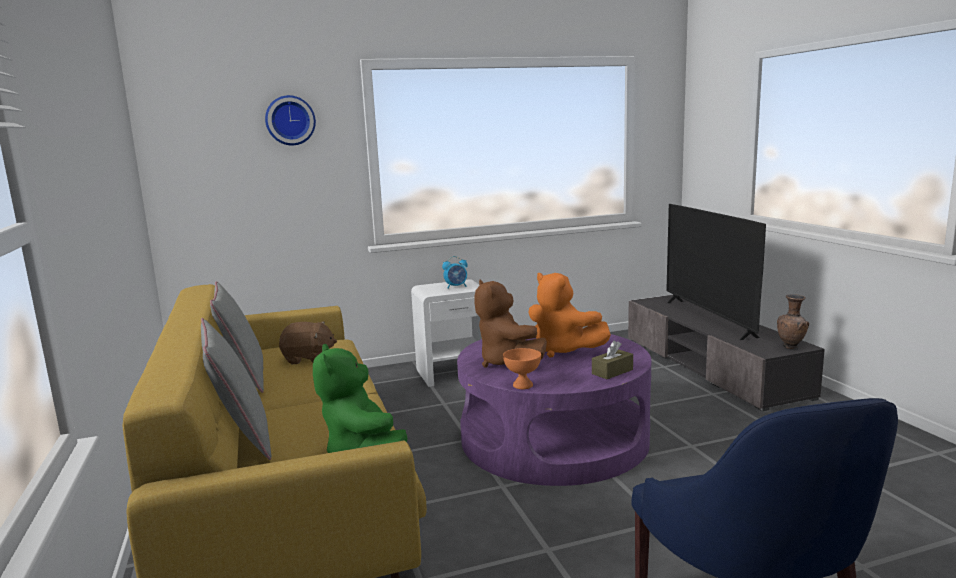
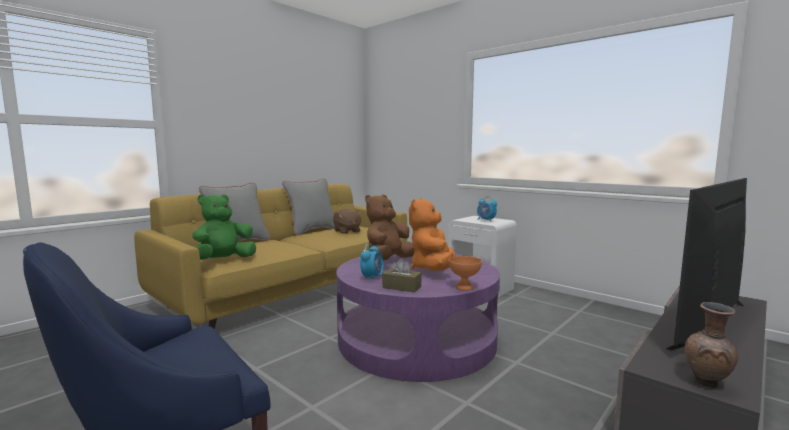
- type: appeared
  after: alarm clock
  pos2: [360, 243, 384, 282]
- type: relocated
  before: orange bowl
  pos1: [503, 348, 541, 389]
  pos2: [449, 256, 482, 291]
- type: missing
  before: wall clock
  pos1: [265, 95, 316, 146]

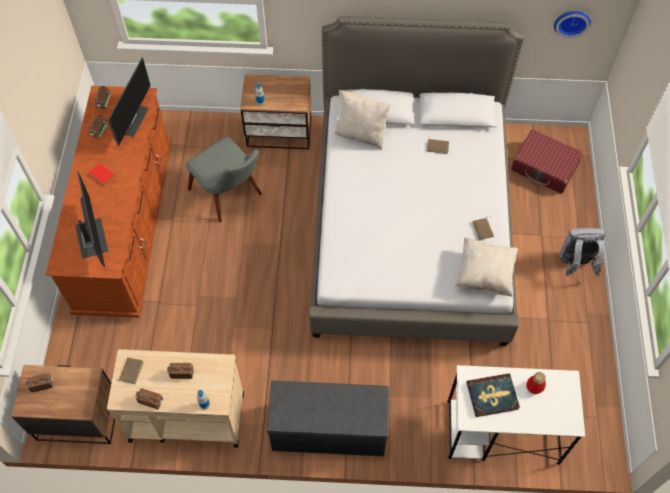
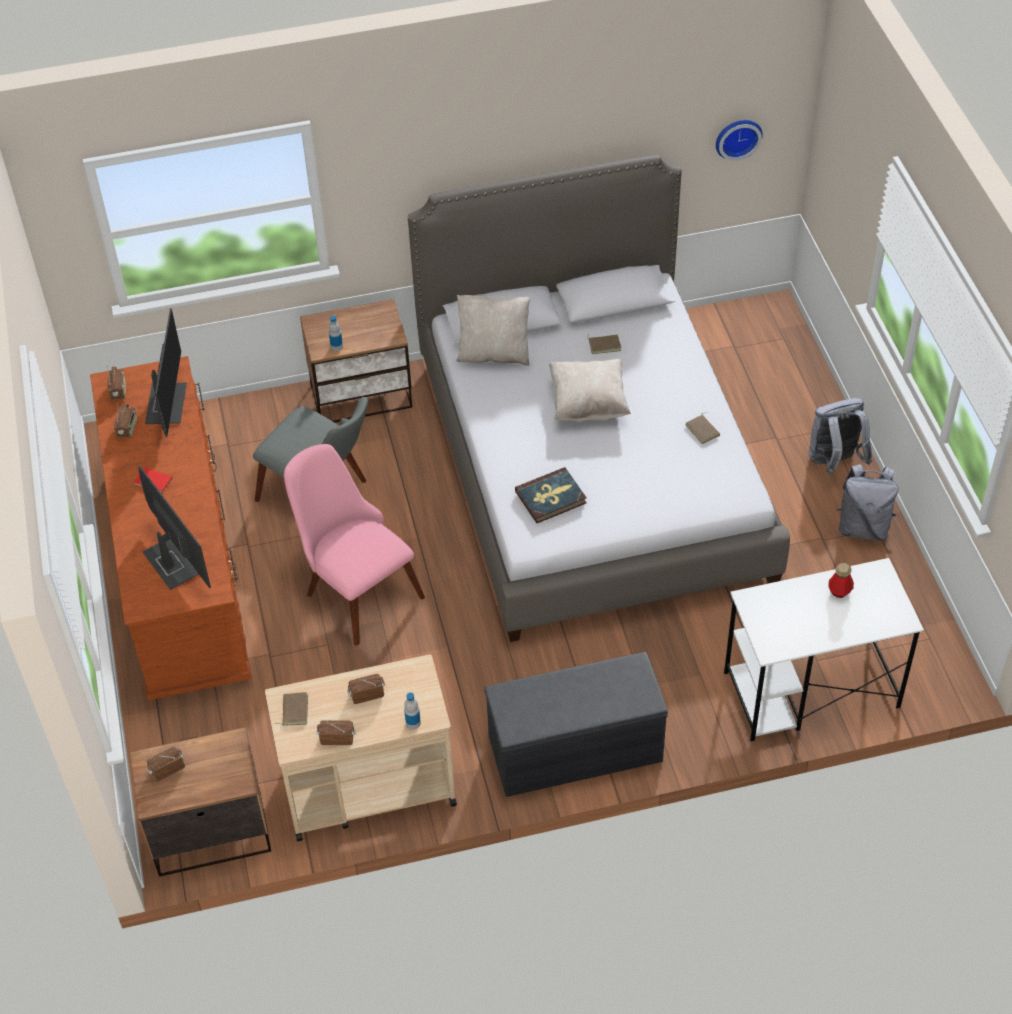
- type: appeared
  after: pink chair
  pos2: [284, 444, 425, 646]
- type: relocated
  before: book
  pos1: [467, 373, 520, 417]
  pos2: [515, 467, 587, 523]
- type: relocated
  before: beige pillow
  pos1: [455, 238, 518, 297]
  pos2: [549, 359, 631, 421]
- type: appeared
  after: grey backpack
  pos2: [836, 464, 898, 540]
- type: missing
  before: red suitcase
  pos1: [511, 129, 583, 194]

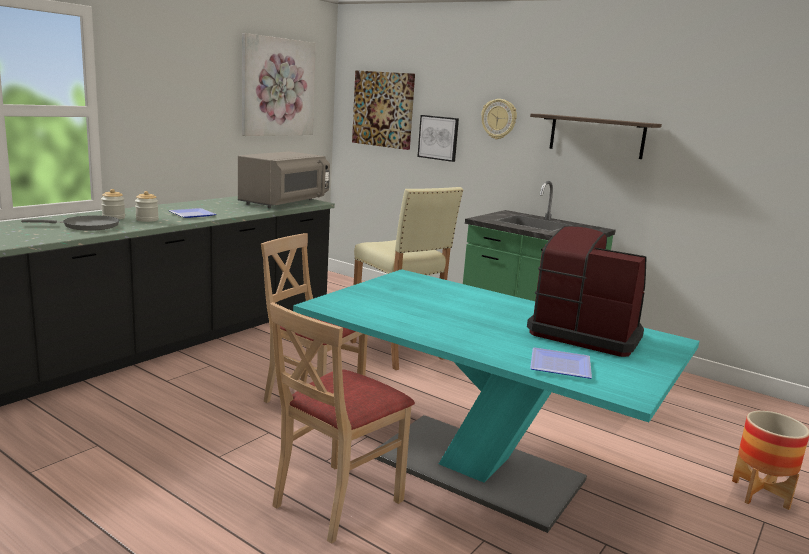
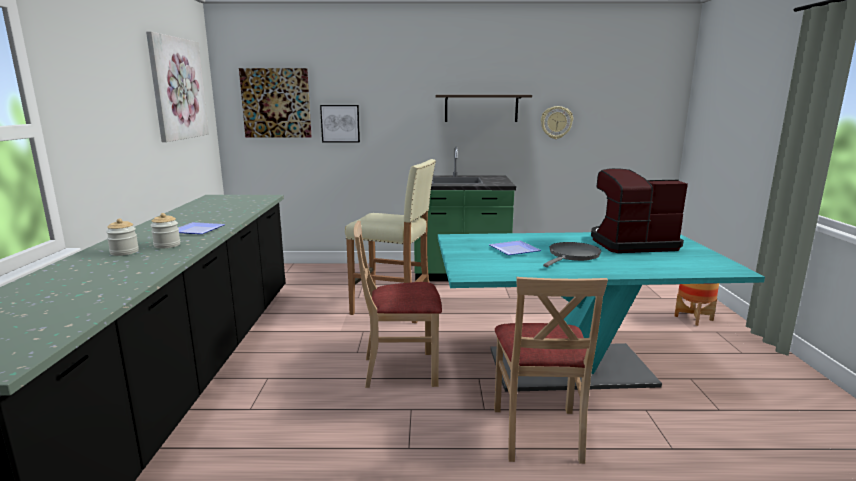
- type: relocated
  before: plate
  pos1: [530, 347, 592, 379]
  pos2: [489, 241, 541, 255]
- type: relocated
  before: wall clock
  pos1: [481, 99, 517, 139]
  pos2: [541, 106, 573, 139]
- type: relocated
  before: grey frying pan
  pos1: [21, 215, 119, 231]
  pos2: [543, 242, 602, 267]
- type: missing
  before: grey microwave
  pos1: [238, 152, 330, 208]

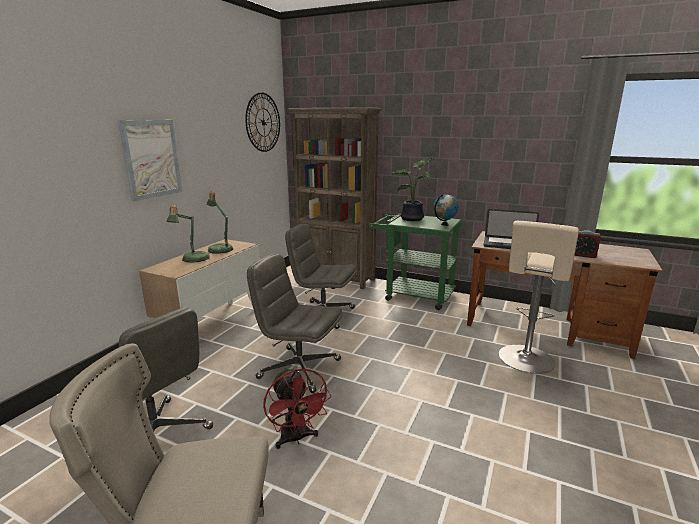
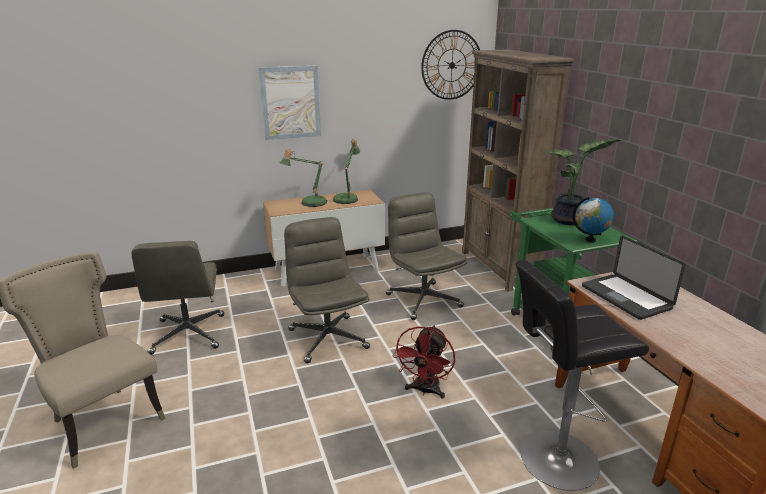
- type: relocated
  before: red fan
  pos1: [263, 367, 332, 449]
  pos2: [393, 325, 455, 399]
- type: colour
  before: beige stool
  after: black stool
  pos1: [499, 221, 579, 374]
  pos2: [515, 259, 649, 491]
- type: missing
  before: alarm clock
  pos1: [574, 230, 601, 258]

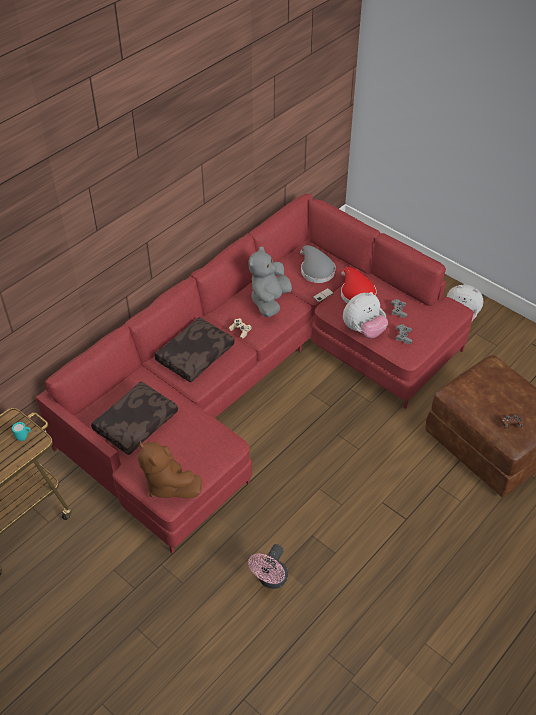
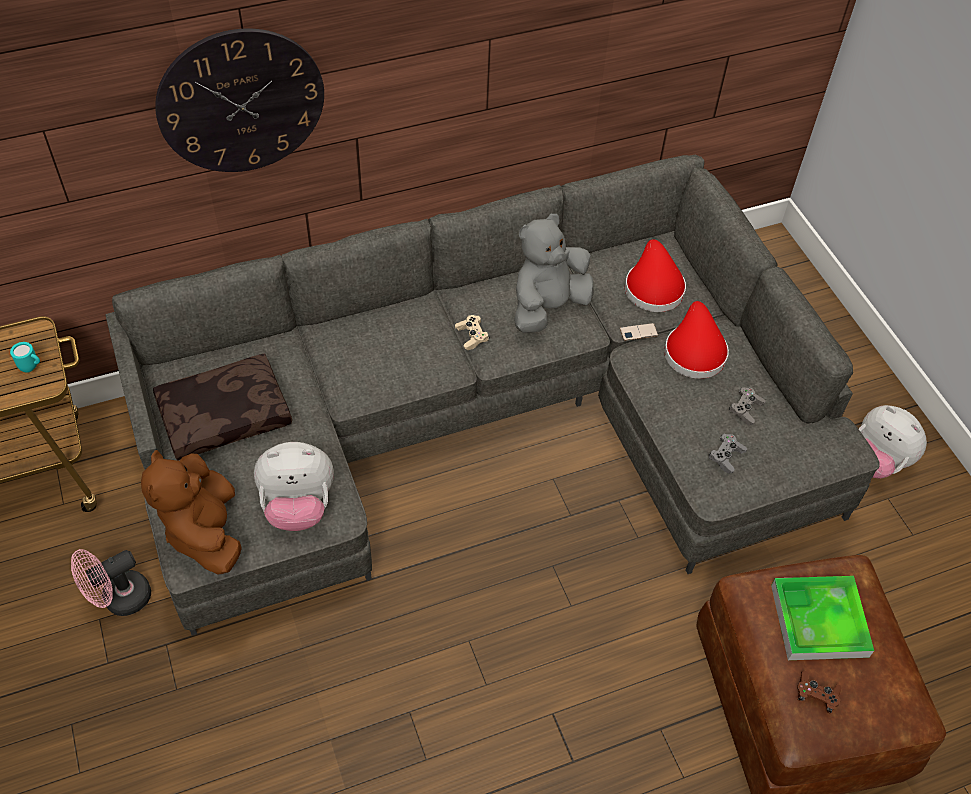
- type: relocated
  before: pink fan
  pos1: [248, 544, 288, 589]
  pos2: [71, 549, 151, 616]
- type: colour
  before: red sofa
  after: grey sofa
  pos1: [36, 194, 474, 553]
  pos2: [106, 155, 880, 636]
- type: appeared
  after: wall clock
  pos2: [155, 28, 324, 172]
- type: relocated
  before: plush toy
  pos1: [343, 292, 388, 338]
  pos2: [254, 442, 334, 531]
- type: colour
  before: grey hat
  after: red hat
  pos1: [300, 245, 336, 283]
  pos2: [625, 239, 686, 312]
- type: appeared
  after: tray
  pos2: [771, 576, 874, 660]
- type: missing
  before: brown pillow
  pos1: [155, 317, 235, 383]

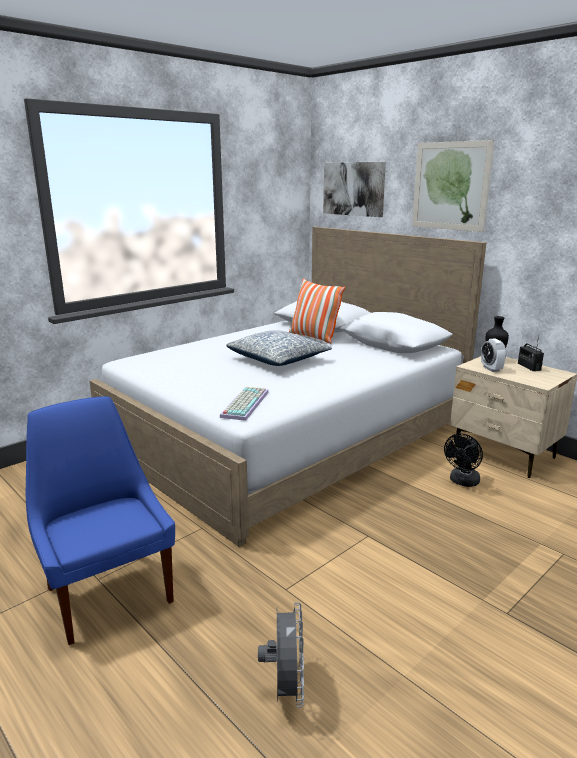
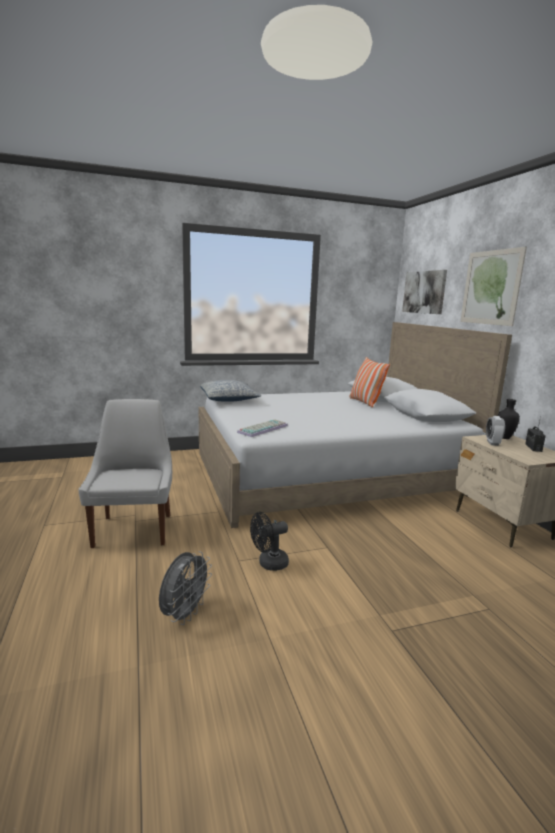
- type: colour
  before: blue chair
  after: white chair
  pos1: [26, 396, 175, 645]
  pos2: [78, 399, 172, 548]
- type: relocated
  before: pillow
  pos1: [226, 330, 332, 366]
  pos2: [200, 380, 261, 402]
- type: relocated
  before: black fan
  pos1: [444, 433, 483, 487]
  pos2: [250, 512, 289, 571]

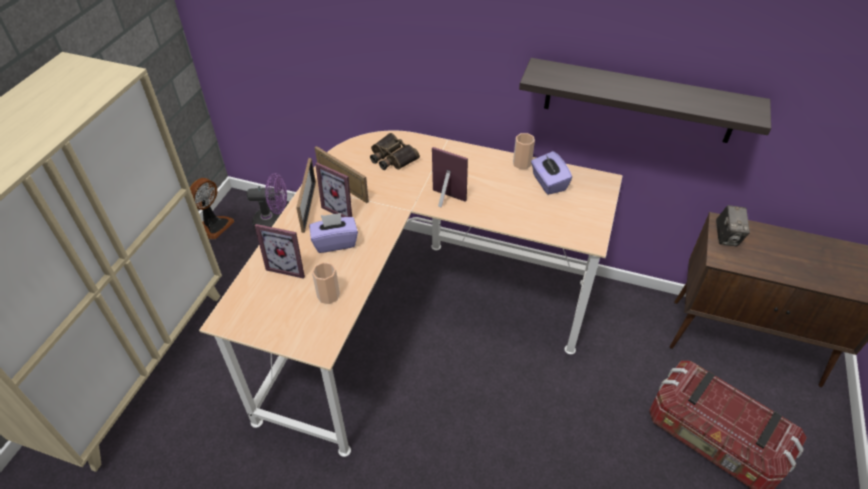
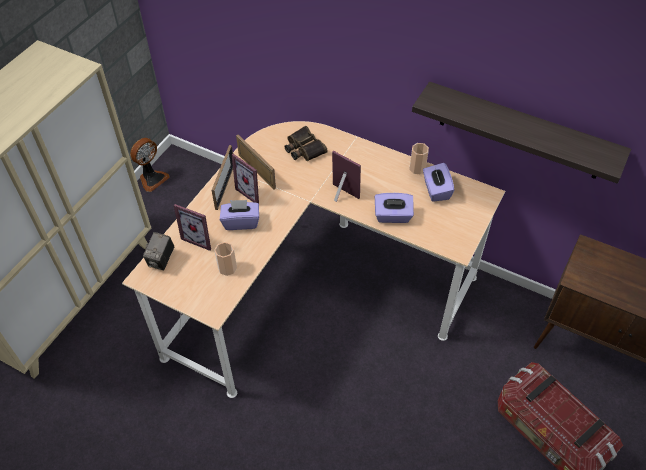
- type: relocated
  before: photo camera
  pos1: [716, 205, 750, 246]
  pos2: [143, 232, 174, 270]
- type: appeared
  after: purple tissue box
  pos2: [375, 193, 414, 223]
- type: missing
  before: purple fan
  pos1: [247, 173, 287, 229]

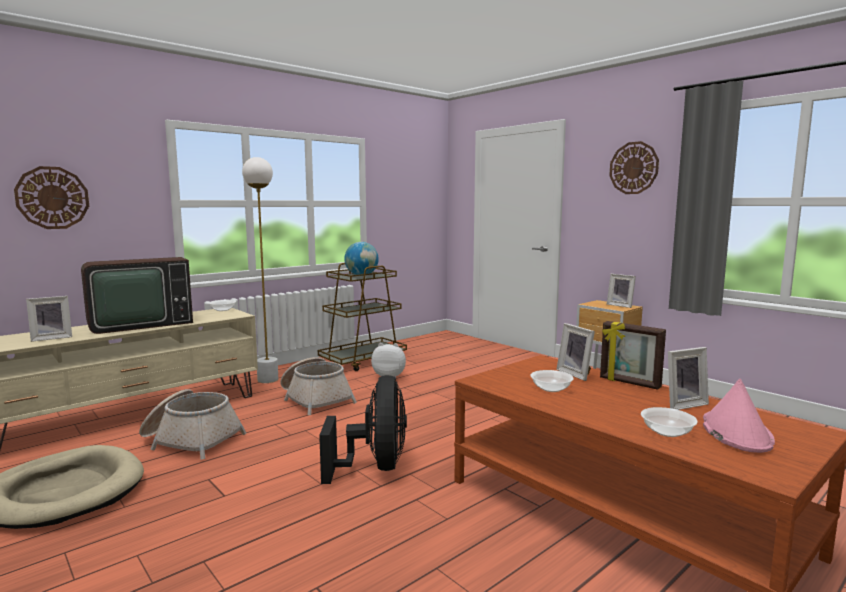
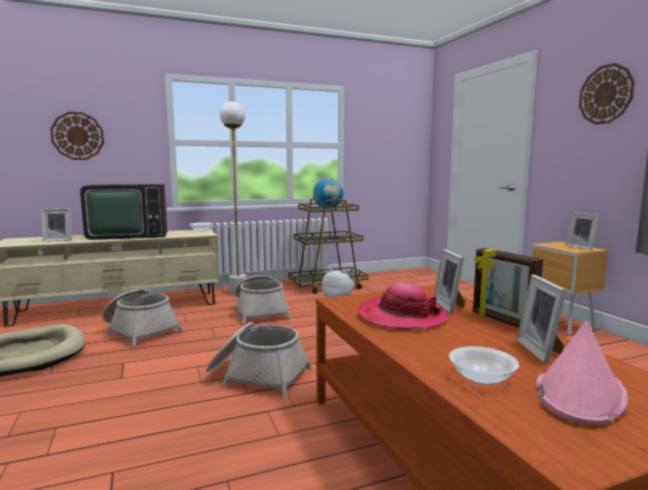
- type: exchanged
  before: black fan
  after: basket
  pos1: [319, 375, 407, 484]
  pos2: [207, 322, 312, 398]
- type: exchanged
  before: bowl
  after: hat
  pos1: [530, 370, 574, 392]
  pos2: [358, 282, 449, 329]
- type: spun
  before: picture frame
  pos1: [668, 347, 709, 410]
  pos2: [516, 274, 567, 364]
  turn: 90

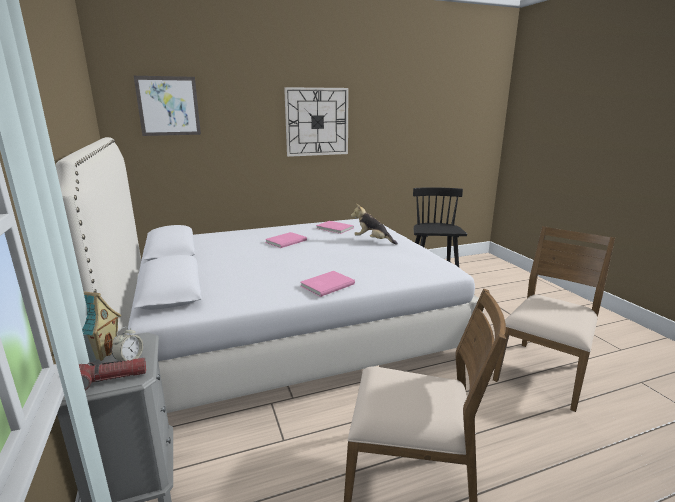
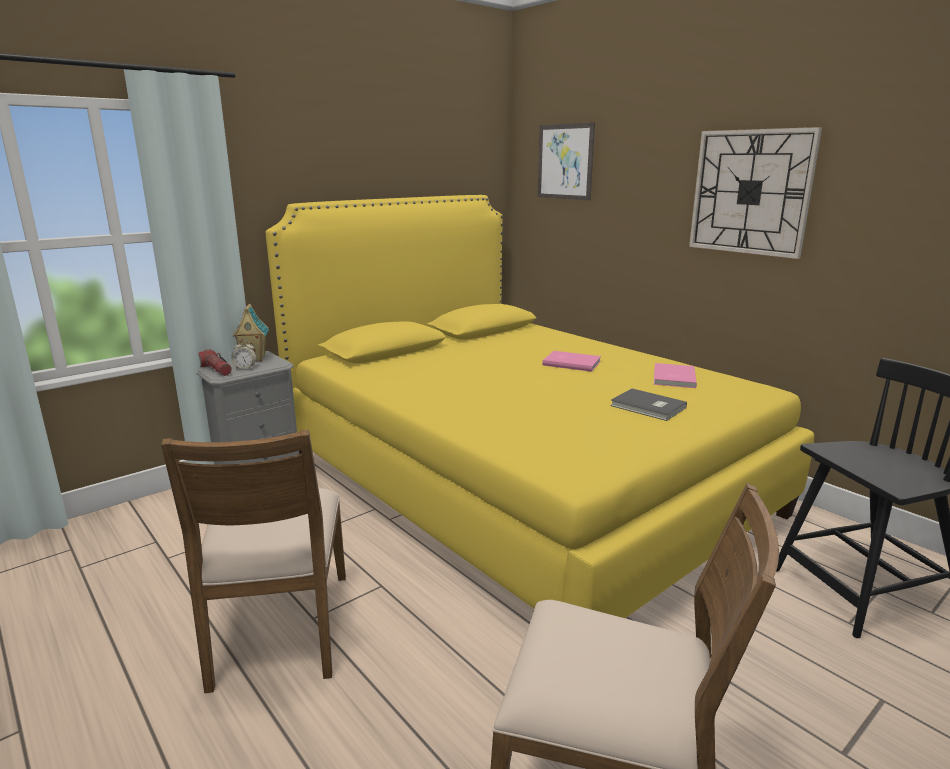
- type: colour
  before: white bed
  after: yellow bed
  pos1: [56, 137, 484, 413]
  pos2: [265, 195, 814, 618]
- type: exchanged
  before: plush toy
  after: grey book
  pos1: [351, 204, 398, 245]
  pos2: [610, 389, 687, 421]
- type: missing
  before: pink book
  pos1: [301, 271, 355, 297]

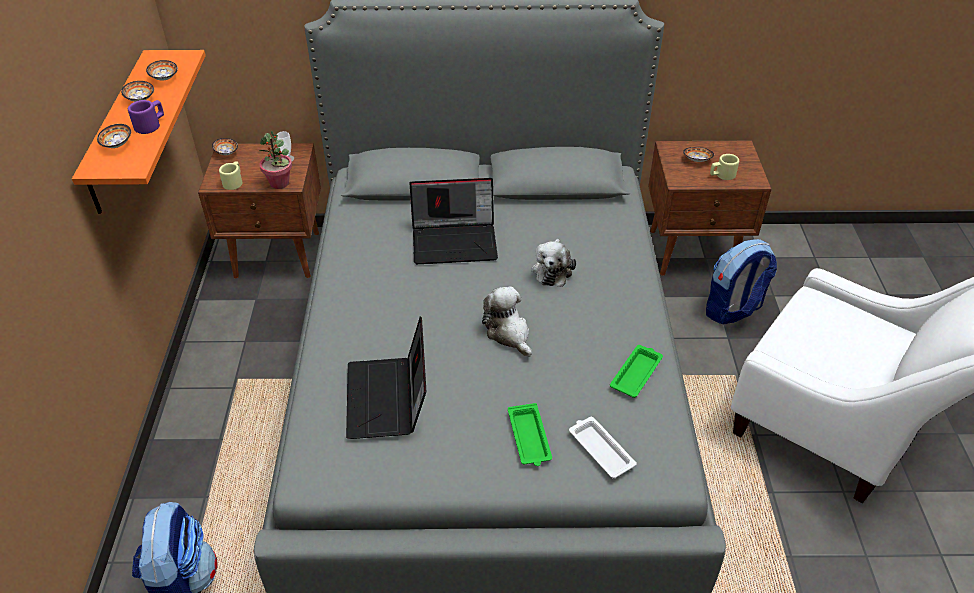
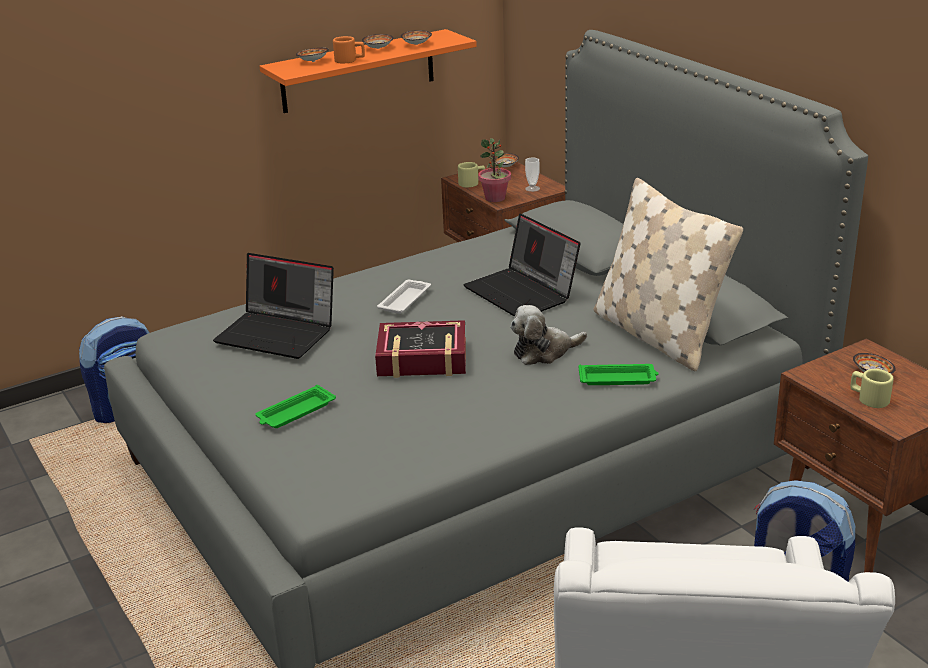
- type: spun
  before: laptop
  pos1: [346, 317, 426, 439]
  pos2: [213, 253, 334, 359]
  turn: -120
- type: colour
  before: purple mug
  after: orange mug
  pos1: [128, 100, 164, 134]
  pos2: [333, 36, 365, 63]
- type: exchanged
  before: plush toy
  after: book
  pos1: [482, 286, 532, 357]
  pos2: [375, 320, 466, 378]
- type: relocated
  before: white tray
  pos1: [569, 417, 637, 479]
  pos2: [377, 280, 431, 314]
- type: relocated
  before: green tray
  pos1: [610, 345, 663, 398]
  pos2: [578, 364, 659, 385]
- type: appeared
  after: beige pillow
  pos2: [594, 178, 743, 371]

